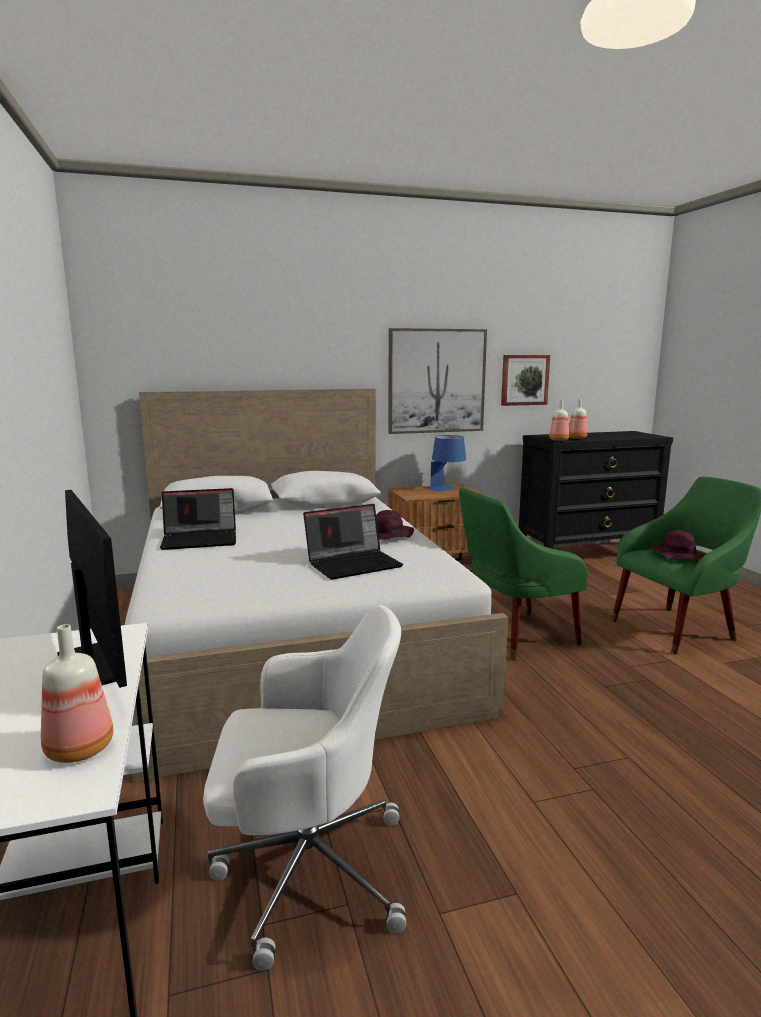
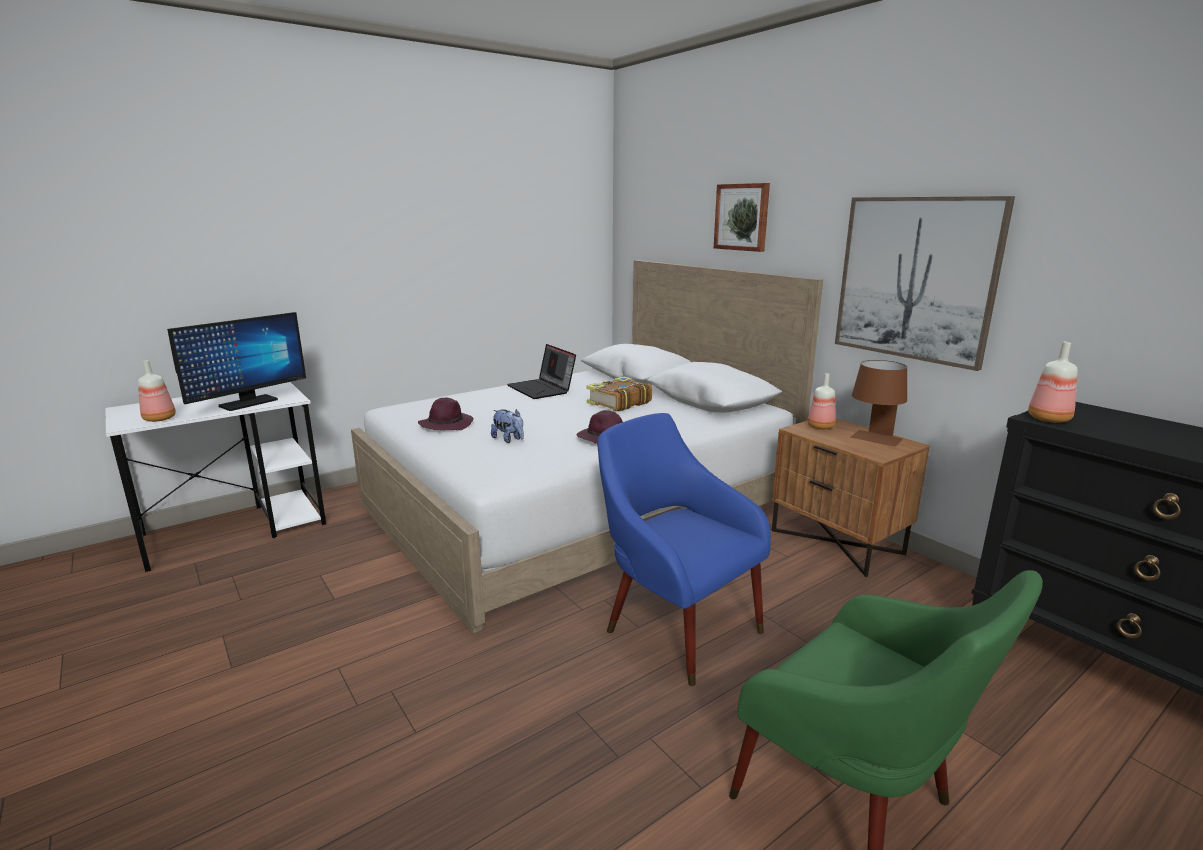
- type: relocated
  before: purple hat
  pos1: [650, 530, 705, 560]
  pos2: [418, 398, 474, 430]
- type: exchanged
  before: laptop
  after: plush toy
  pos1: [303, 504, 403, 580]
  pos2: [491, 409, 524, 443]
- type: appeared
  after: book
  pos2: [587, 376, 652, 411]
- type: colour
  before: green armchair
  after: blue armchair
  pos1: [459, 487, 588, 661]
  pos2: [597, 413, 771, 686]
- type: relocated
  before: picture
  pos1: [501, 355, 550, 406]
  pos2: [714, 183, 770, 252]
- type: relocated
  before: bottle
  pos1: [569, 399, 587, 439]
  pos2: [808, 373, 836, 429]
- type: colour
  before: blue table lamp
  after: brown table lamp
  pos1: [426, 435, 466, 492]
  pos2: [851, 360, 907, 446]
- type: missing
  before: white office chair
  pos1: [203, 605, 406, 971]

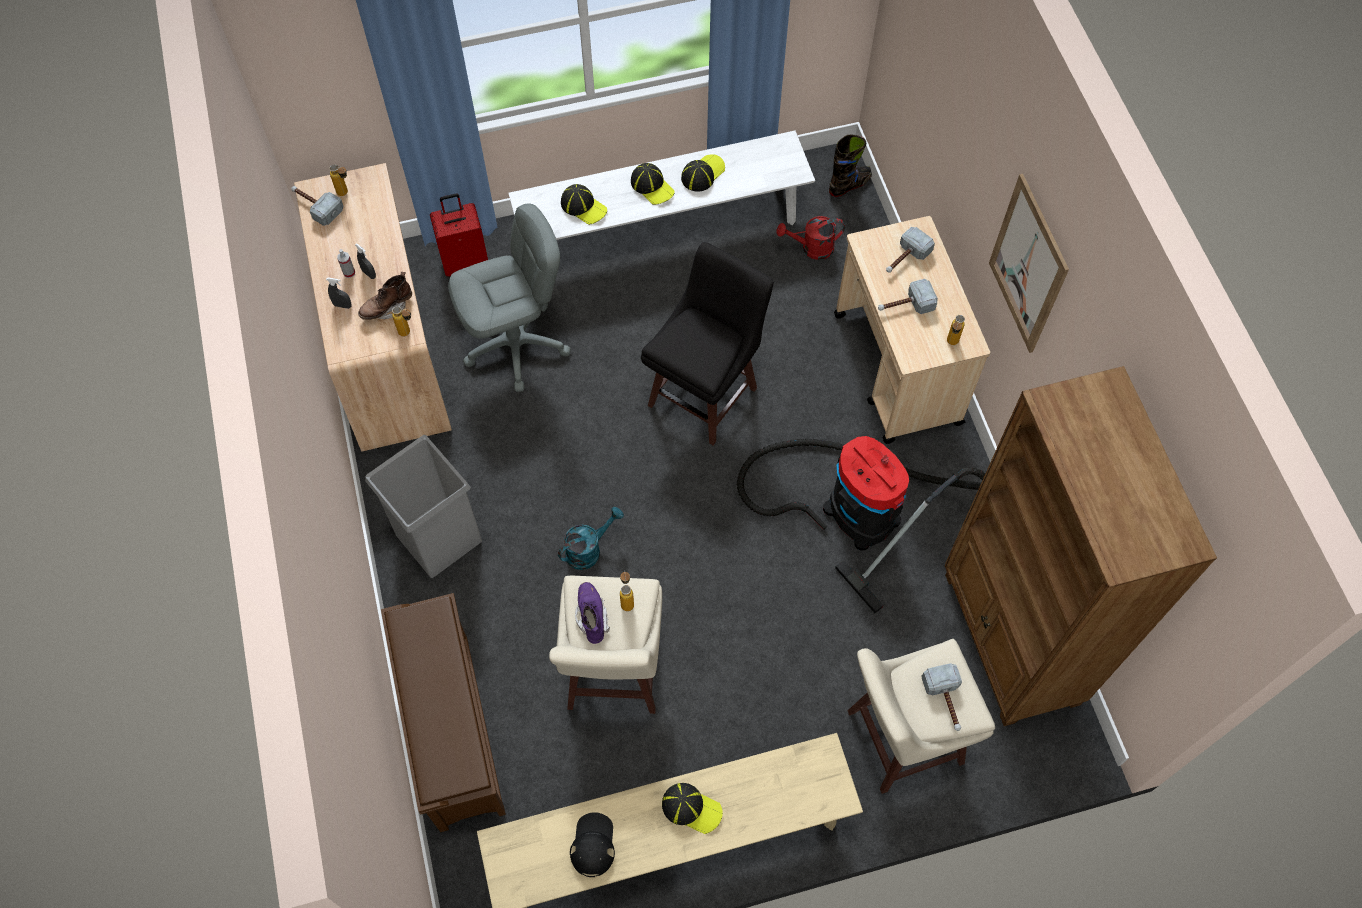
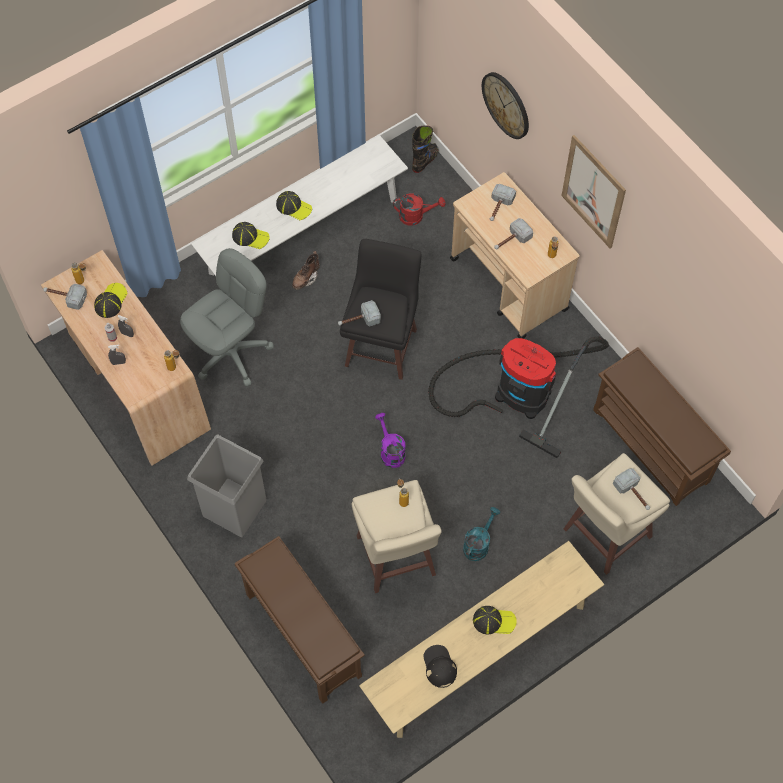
- type: relocated
  before: cap
  pos1: [681, 154, 725, 192]
  pos2: [94, 283, 128, 318]
- type: relocated
  before: brown boot
  pos1: [358, 272, 412, 320]
  pos2: [292, 251, 320, 290]
- type: appeared
  after: hammer
  pos2: [338, 300, 381, 326]
- type: appeared
  after: purple watering can
  pos2: [375, 413, 405, 468]
- type: spun
  before: red watering can
  pos1: [776, 216, 845, 260]
  pos2: [393, 193, 445, 226]
  turn: -150
- type: relocated
  before: turquoise watering can
  pos1: [558, 507, 624, 570]
  pos2: [463, 507, 500, 561]
- type: appeared
  after: wall clock
  pos2: [482, 72, 529, 139]
- type: exchanged
  before: brown bookcase
  after: brown shoe rack
  pos1: [944, 366, 1217, 726]
  pos2: [593, 347, 731, 506]
- type: missing
  before: red suitcase
  pos1: [430, 194, 488, 277]
- type: missing
  before: purple boot
  pos1: [575, 582, 610, 644]

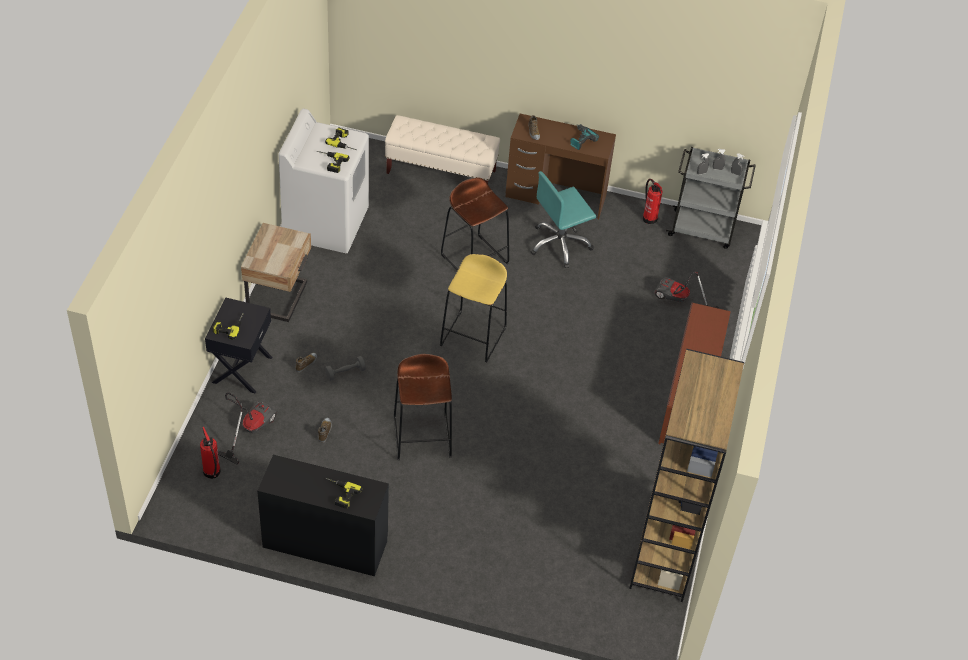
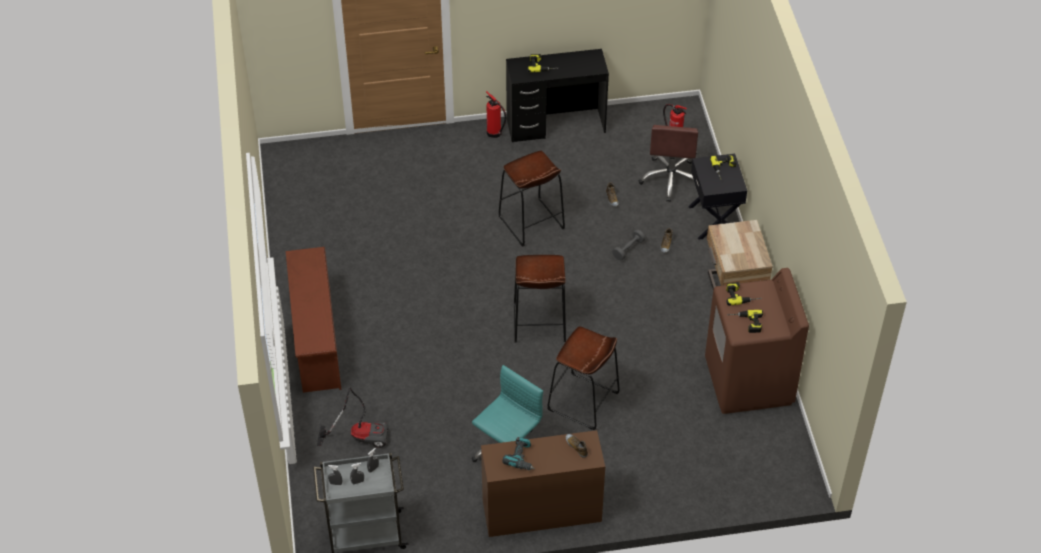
- type: relocated
  before: fire extinguisher
  pos1: [643, 179, 662, 224]
  pos2: [486, 91, 506, 138]
- type: colour
  before: yellow stool
  after: brown stool
  pos1: [440, 254, 507, 362]
  pos2: [514, 255, 566, 343]
- type: exchanged
  before: vacuum cleaner
  after: brown office chair
  pos1: [218, 392, 277, 465]
  pos2: [639, 125, 698, 202]
- type: colour
  before: white washing machine
  after: brown washing machine
  pos1: [278, 109, 369, 253]
  pos2: [705, 268, 809, 414]
- type: missing
  before: beige bench
  pos1: [385, 115, 500, 184]
- type: missing
  before: brown bookcase
  pos1: [629, 349, 744, 602]

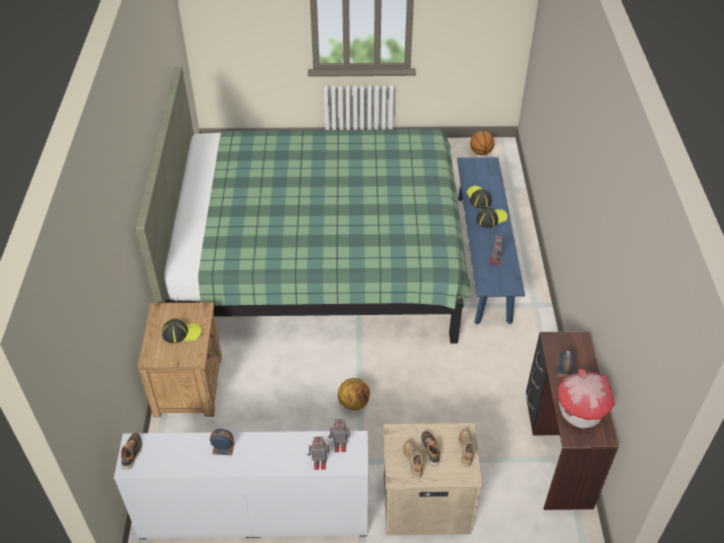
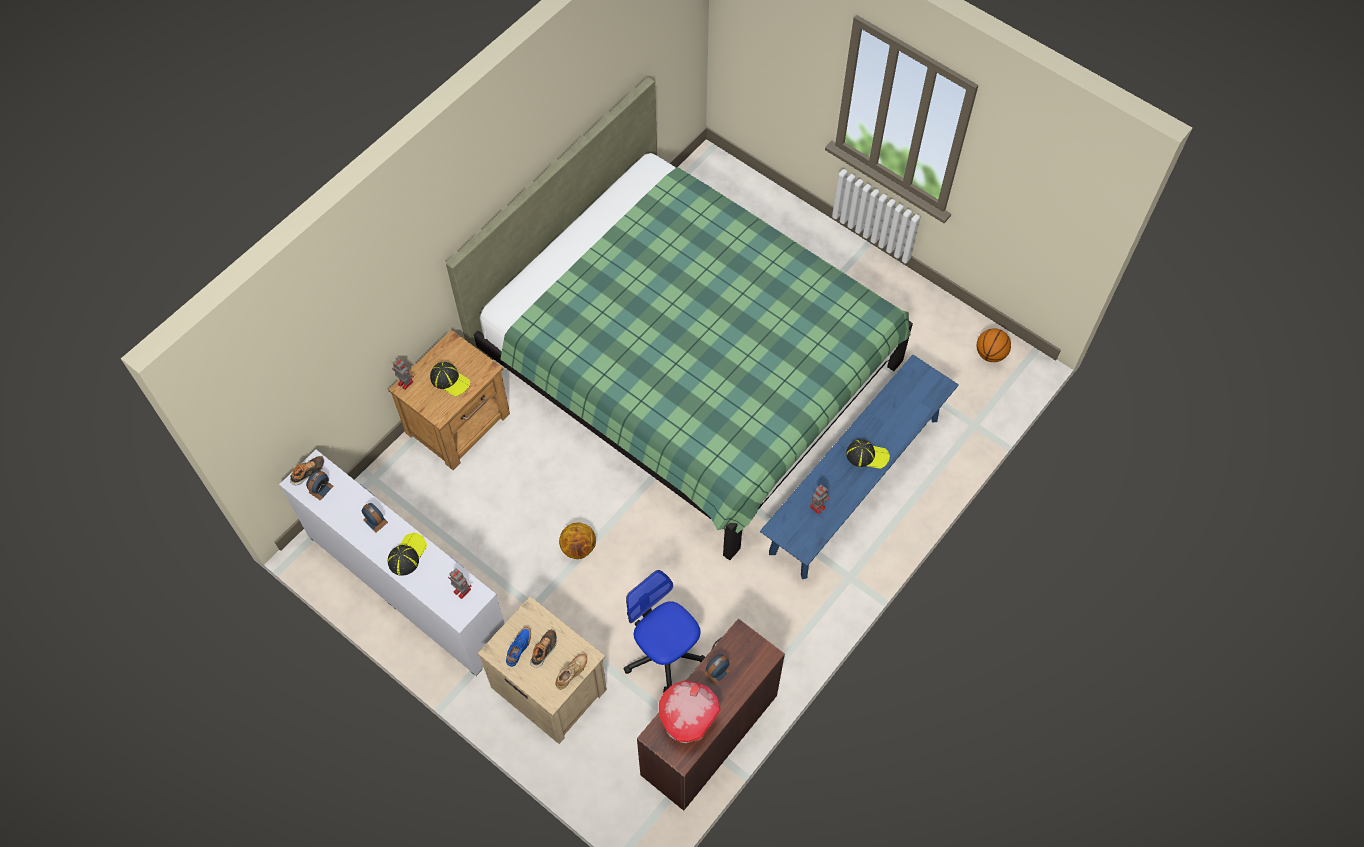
- type: appeared
  after: alarm clock
  pos2: [306, 471, 333, 501]
- type: relocated
  before: cap
  pos1: [467, 186, 492, 209]
  pos2: [388, 533, 427, 576]
- type: relocated
  before: toy robot
  pos1: [307, 436, 329, 470]
  pos2: [392, 358, 414, 390]
- type: colour
  before: beige shoe
  after: blue shoe
  pos1: [403, 441, 423, 478]
  pos2: [506, 627, 531, 667]
- type: appeared
  after: office chair
  pos2: [623, 570, 705, 693]

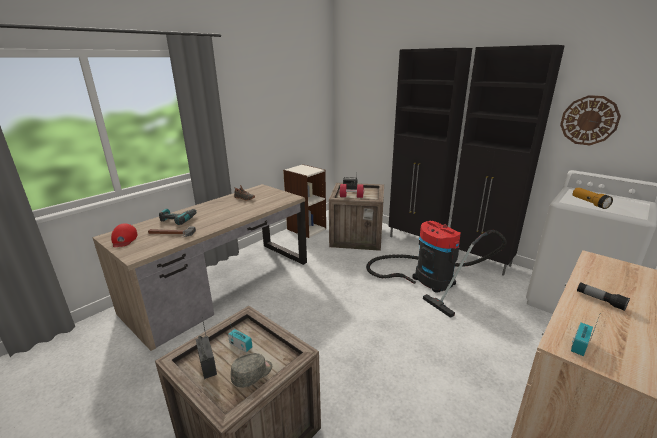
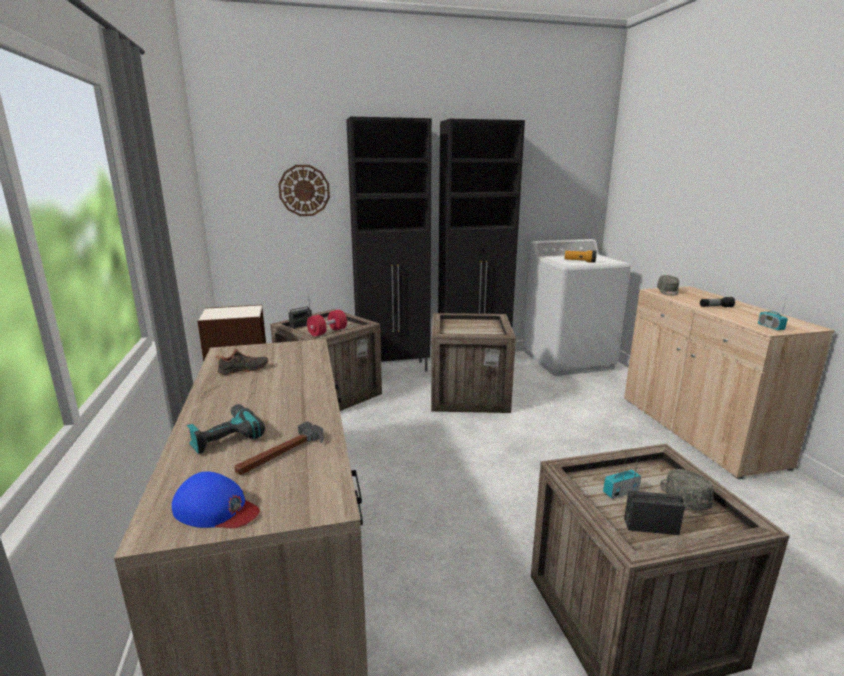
- type: colour
  before: red cap
  after: blue cap
  pos1: [111, 223, 138, 247]
  pos2: [172, 471, 260, 528]
- type: relocated
  before: wall clock
  pos1: [560, 95, 621, 145]
  pos2: [278, 165, 330, 216]
- type: exchanged
  before: vacuum cleaner
  after: crate
  pos1: [366, 221, 507, 318]
  pos2: [431, 313, 516, 413]
- type: appeared
  after: grey cap
  pos2: [657, 275, 679, 296]

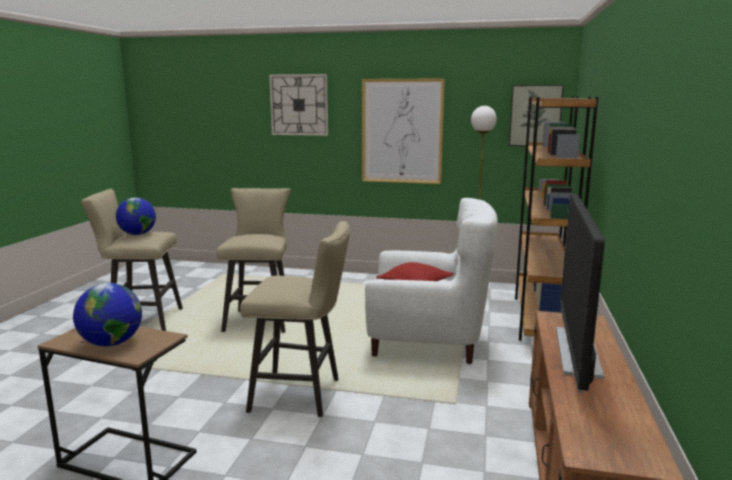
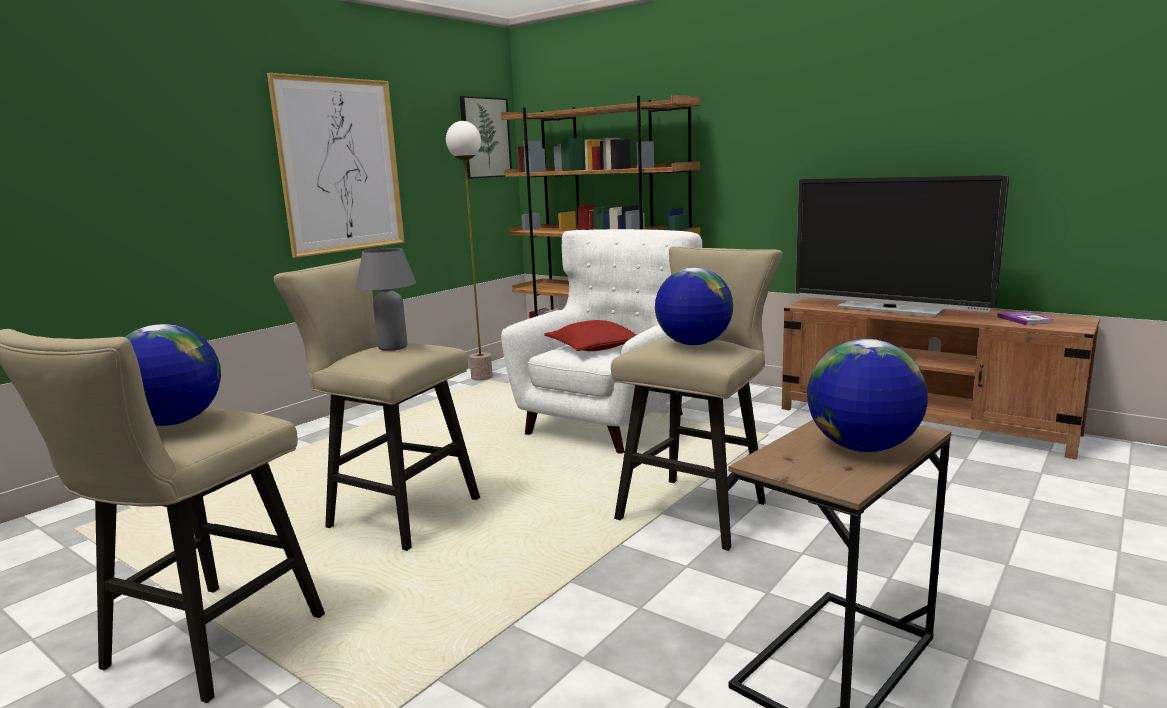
- type: appeared
  after: grey table lamp
  pos2: [356, 248, 416, 351]
- type: appeared
  after: globe
  pos2: [655, 267, 733, 345]
- type: appeared
  after: book
  pos2: [997, 311, 1054, 325]
- type: missing
  before: wall clock
  pos1: [269, 74, 328, 136]

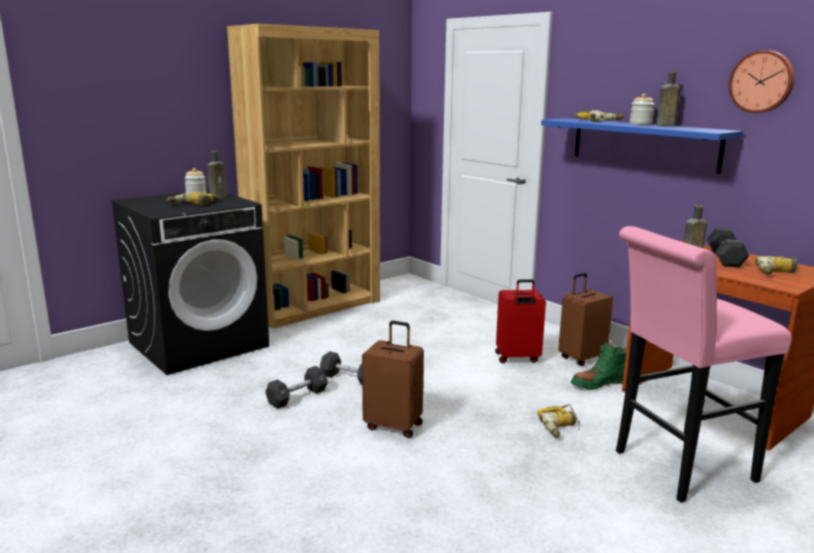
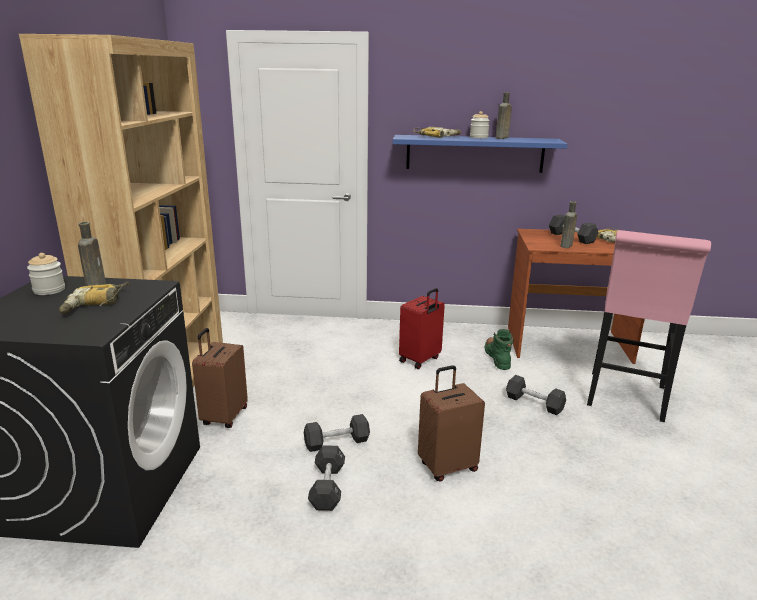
- type: relocated
  before: brown suitcase
  pos1: [558, 273, 613, 366]
  pos2: [192, 328, 248, 428]
- type: spun
  before: green boot
  pos1: [571, 342, 627, 390]
  pos2: [484, 329, 514, 370]
  turn: 150
- type: exchanged
  before: power drill
  after: black dumbbell
  pos1: [537, 404, 580, 438]
  pos2: [506, 375, 566, 415]
- type: missing
  before: wall clock
  pos1: [729, 50, 795, 113]

